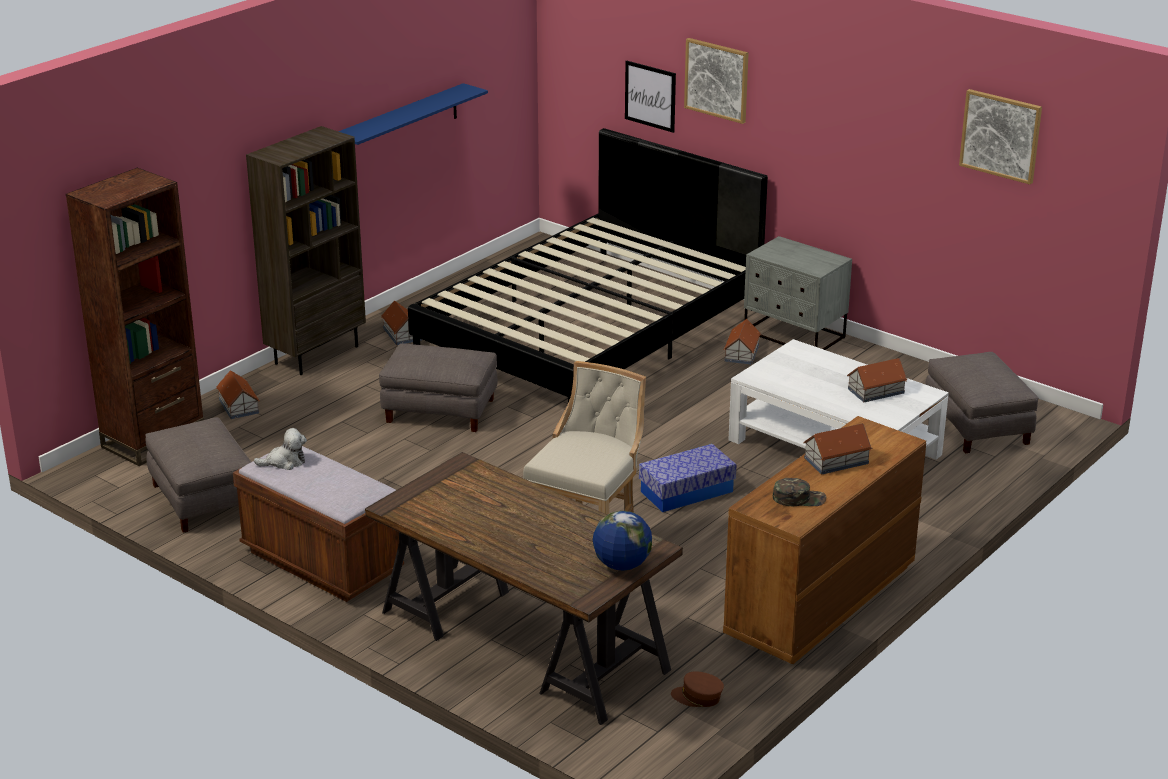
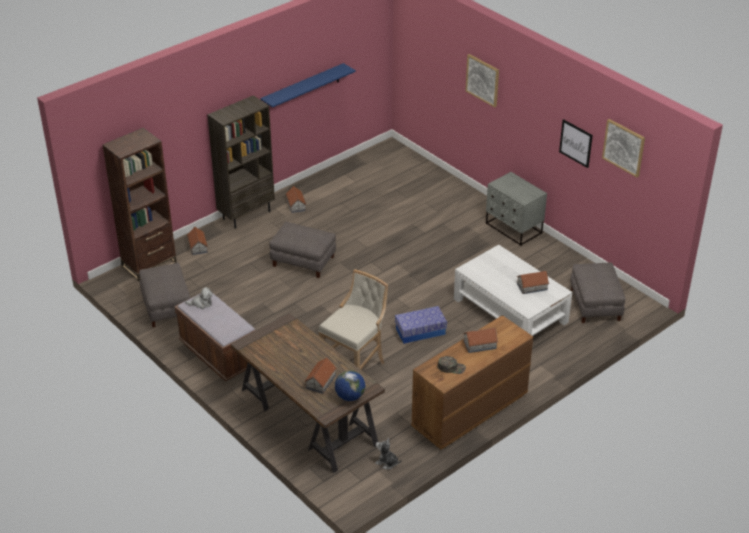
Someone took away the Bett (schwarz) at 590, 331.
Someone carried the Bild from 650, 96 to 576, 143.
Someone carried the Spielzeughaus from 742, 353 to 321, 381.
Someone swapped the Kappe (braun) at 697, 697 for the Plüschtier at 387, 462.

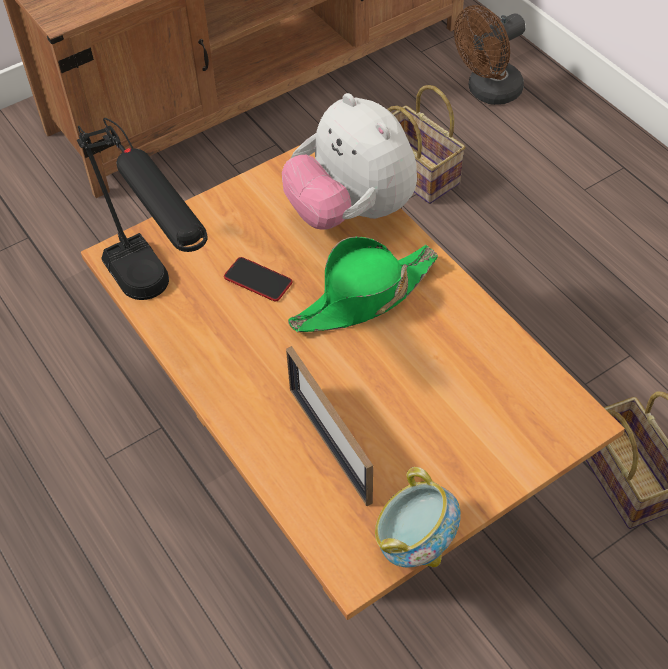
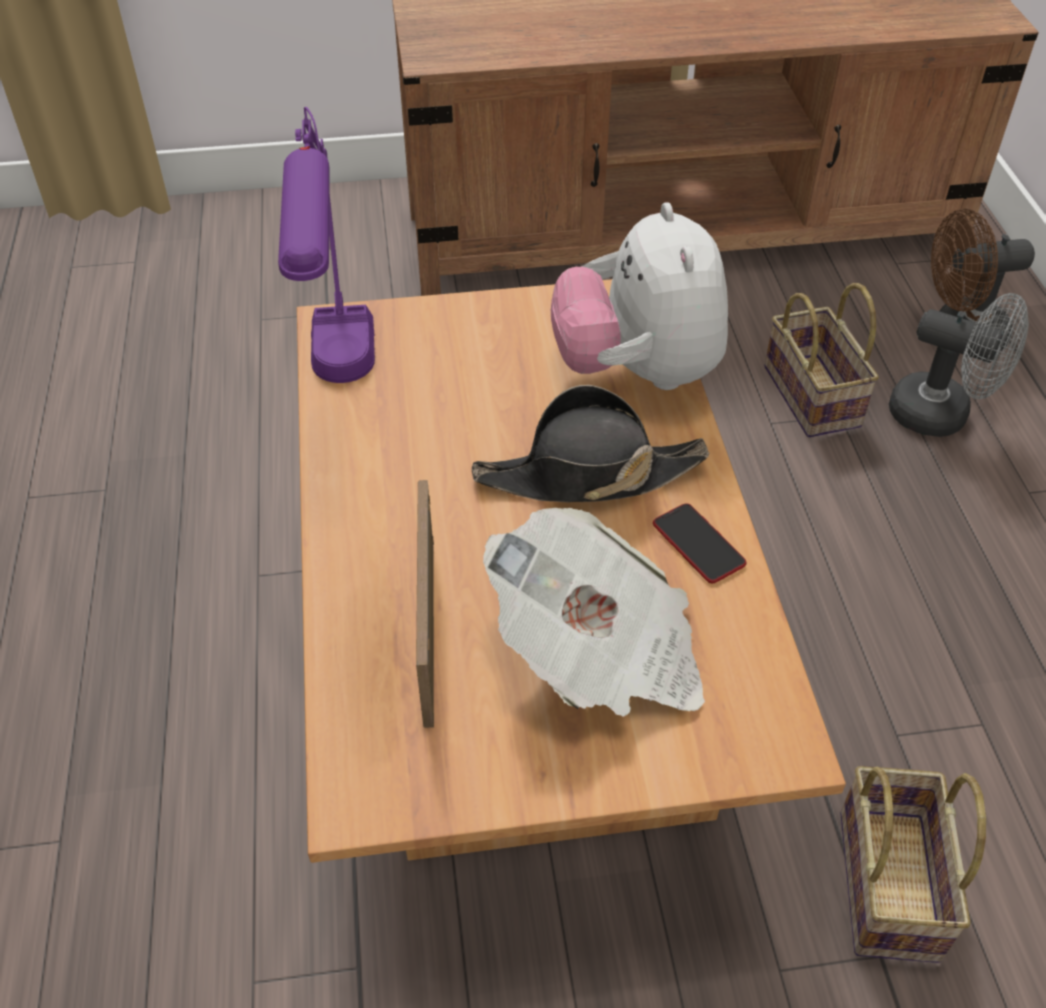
Someone took away the Schüssel at 415, 542.
Someone put down the Zeitung at 599, 652.
Someone put down the Ventilator (grau) at 942, 415.
Someone carried the Handy from 258, 280 to 698, 544.
Someone repainted the Tischlampe (schwarz) at 161, 305, which became the Tischlampe (lila) at 343, 394.
Someone repainted the Hut (grün) at 364, 297, which became the Hut (schwarz) at 588, 474.

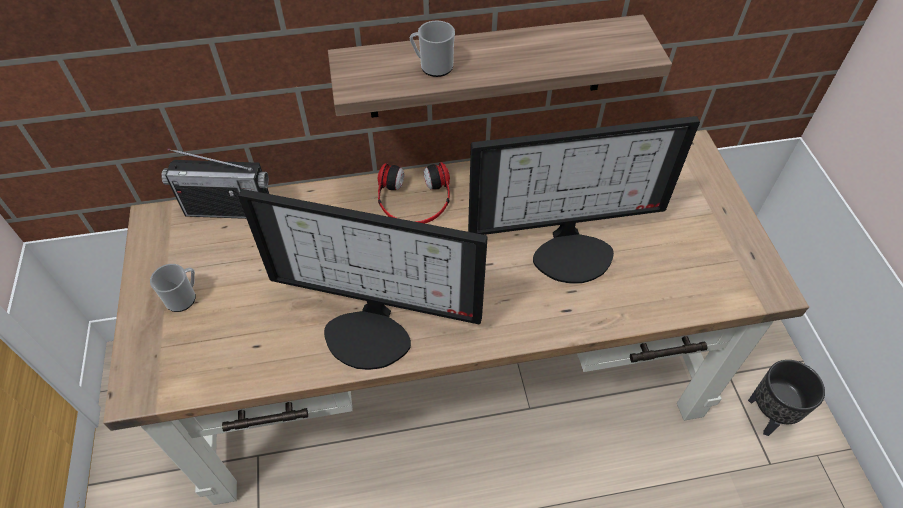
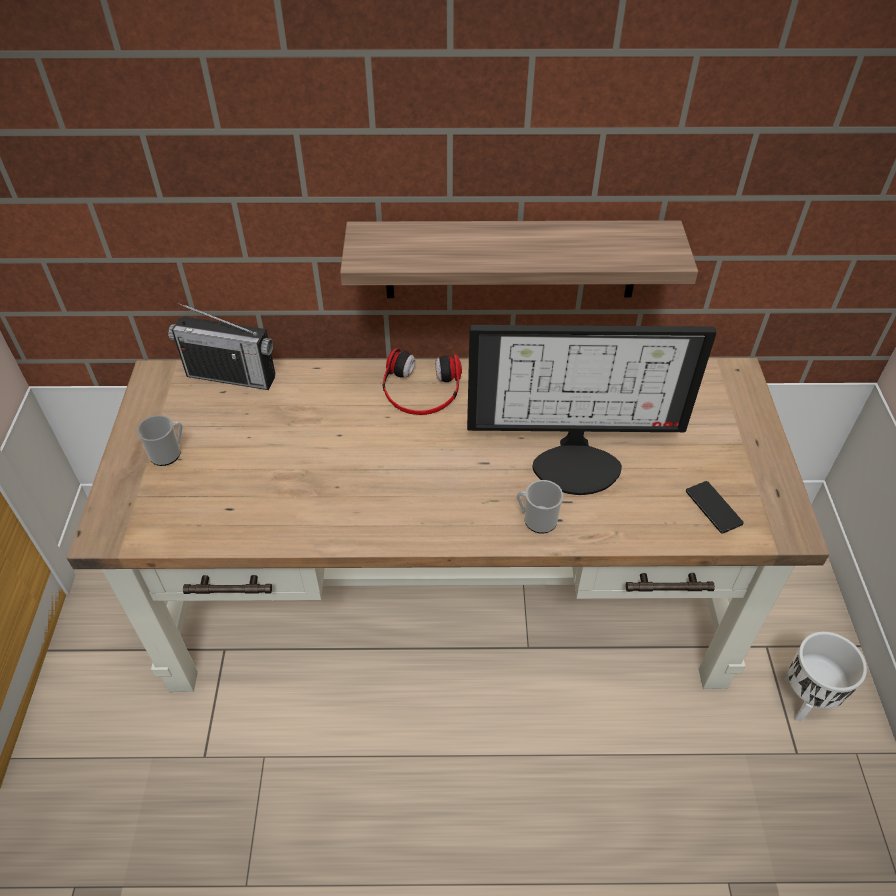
Someone took away the Monitor at 371, 331.
Someone put down the Handy at 713, 507.
Someone carried the Henkelbecher from 433, 66 to 536, 520.
Someone repainted the Pflanzkübel (schwarz) at 769, 415, which became the Pflanzkübel (weiß) at 806, 699.

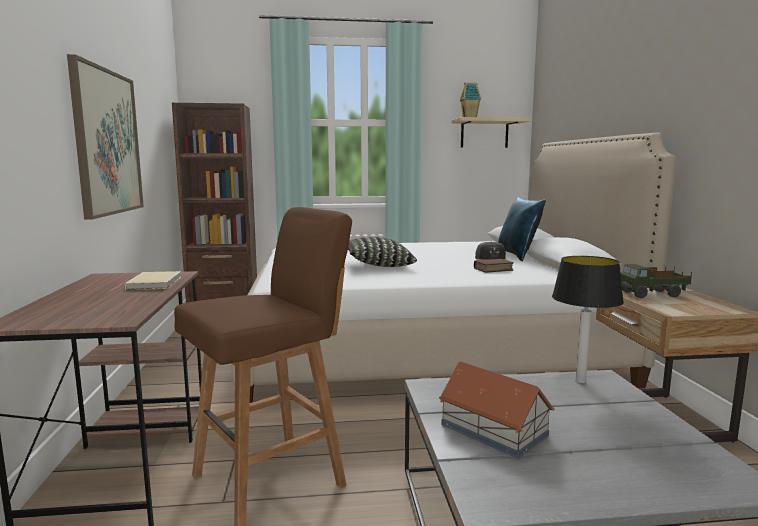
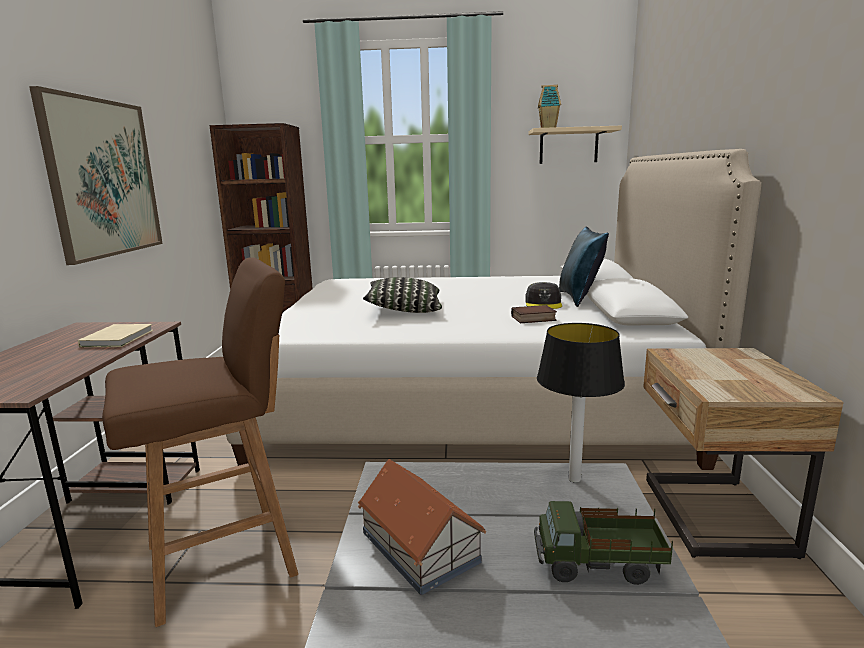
Someone carried the Spielzeuglaster from 652, 294 to 599, 566.

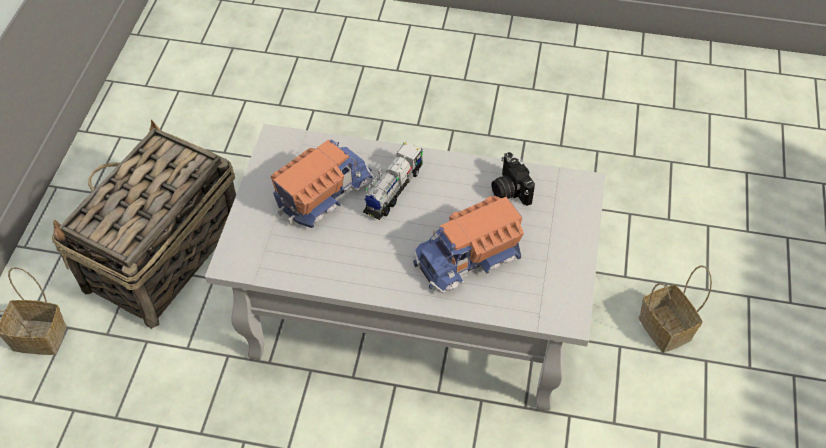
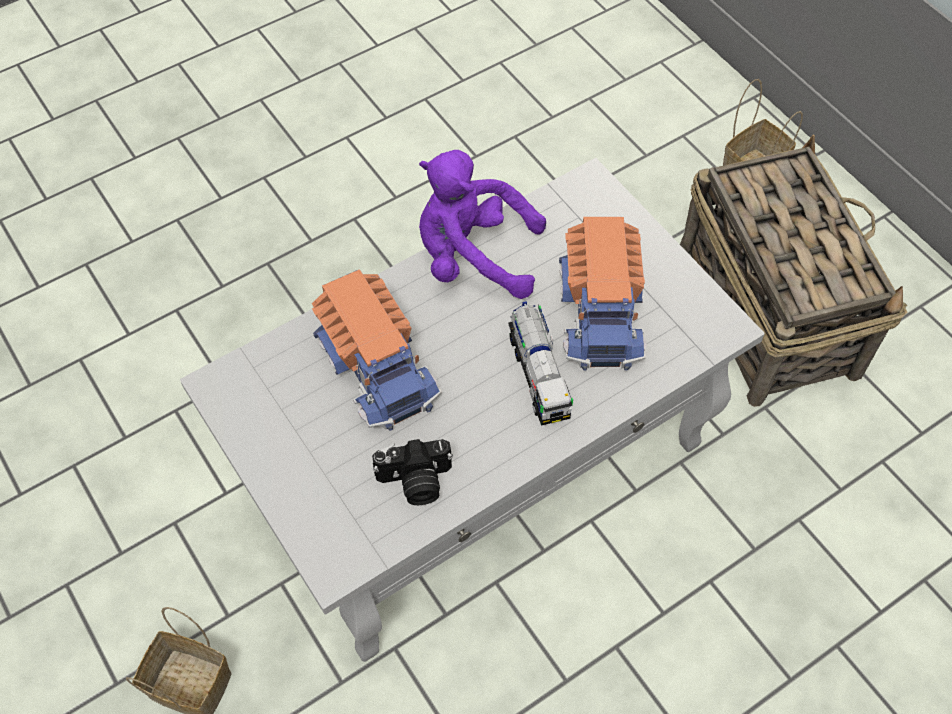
Someone put down the Plüschtier (lila) at 473, 256.
Someone rotated the Spielzeuglaster at 469, 258 by 135 degrees clockwise.
Someone rotated the Kamera at 509, 190 by 150 degrees clockwise.

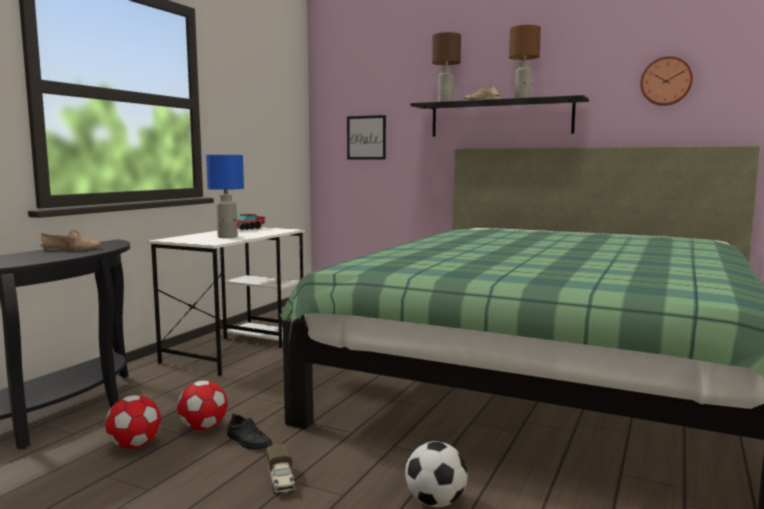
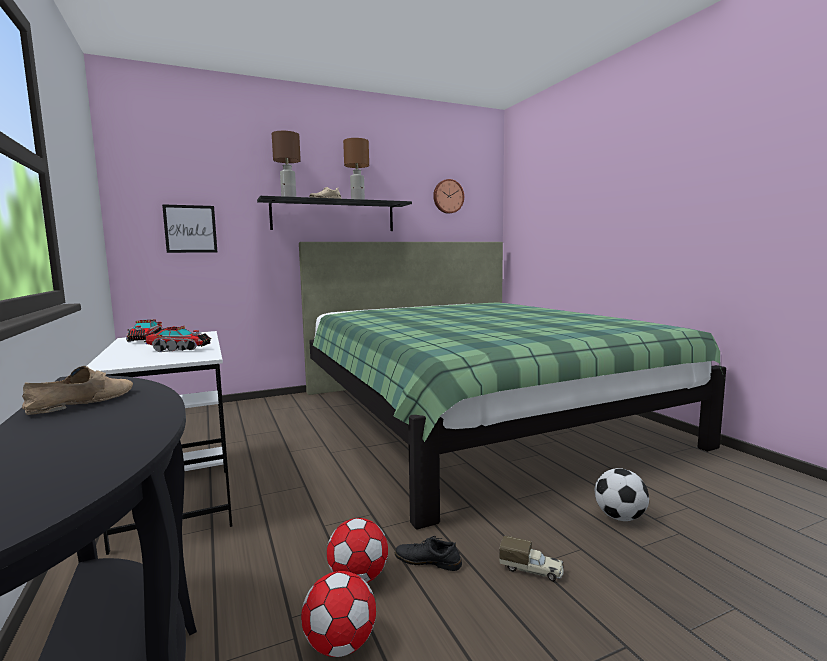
Someone swapped the Tischlampe (blau) at 227, 237 for the Spielzeuglaster at 178, 349.
Someone rotated the Schuh (schwarz) at 248, 441 by 150 degrees counterclockwise.

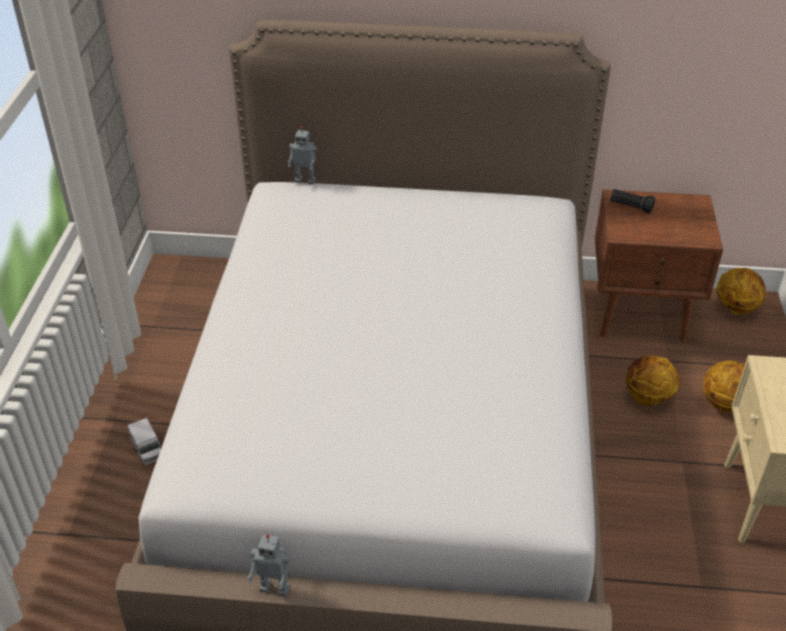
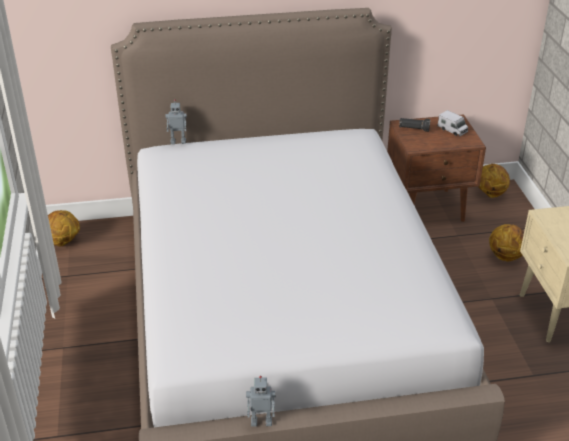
Someone carried the Spielzeuglaster from 147, 449 to 452, 130.
Someone carried the Basketball from 647, 398 to 63, 242.

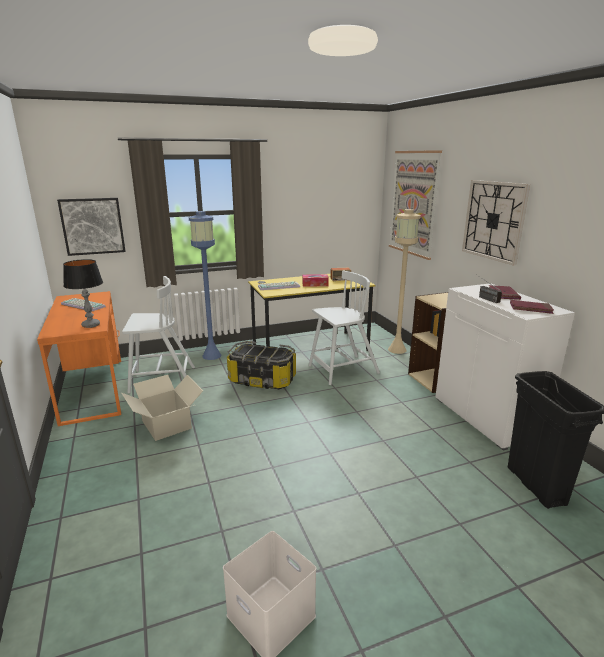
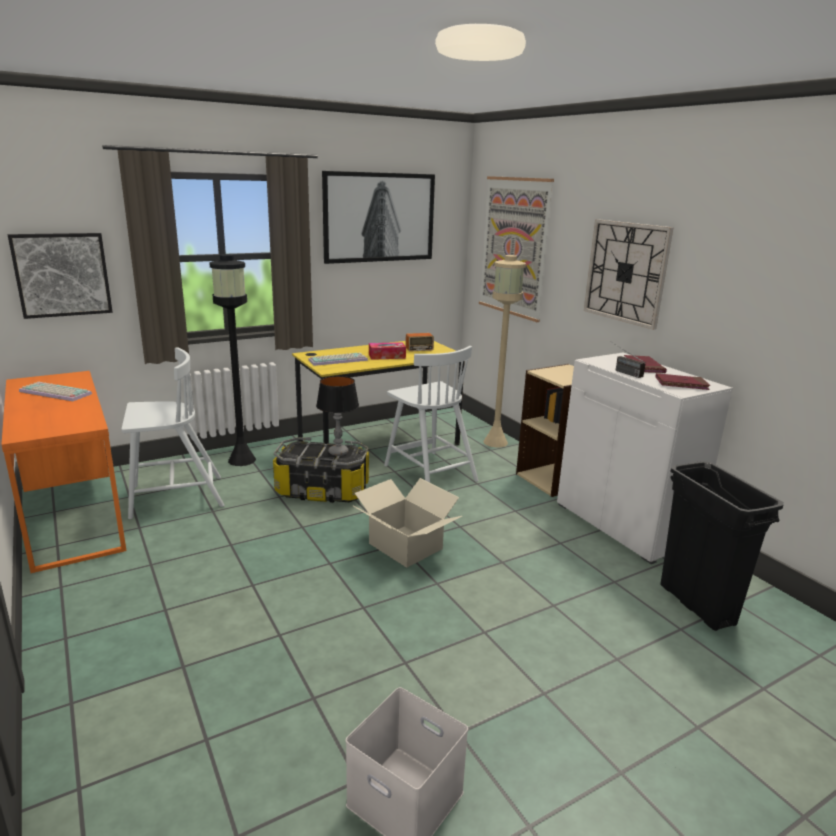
Someone put up the Bild at 379, 217.
Someone carried the Tischlampe from 90, 325 to 338, 452.
Someone carried the Karton from 166, 425 to 405, 546.
Someone repainted the Stehlampe (blau) at 212, 355, which became the Stehlampe (schwarz) at 242, 460.
Someone rotated the Stuhl (weiß) at 342, 370 by 90 degrees clockwise.

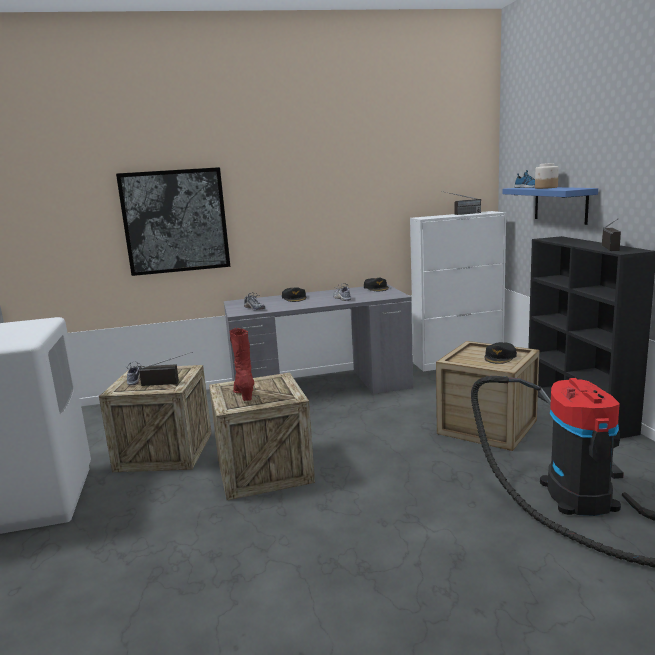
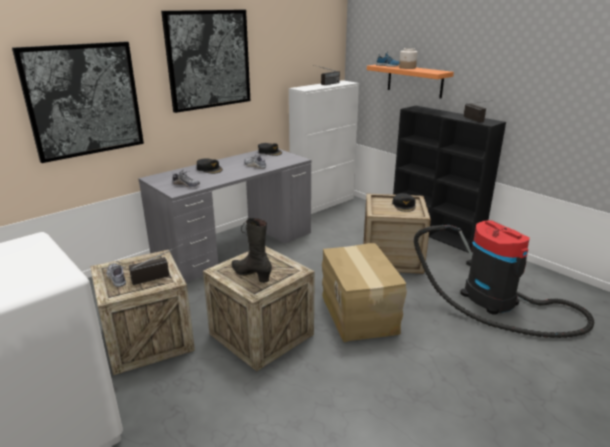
Someone put up the Bild at 208, 60.
Someone put down the Karton at 360, 313.
Someone repainted the Stiefel (rot) at 244, 394, which became the Stiefel (schwarz) at 251, 275.
Someone repainted the Wandregal (blau) at 560, 204, which became the Wandregal (orange) at 414, 80.

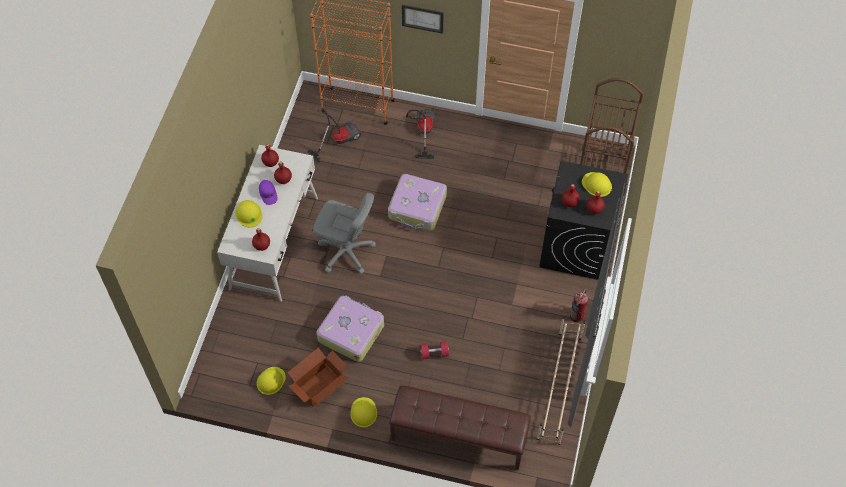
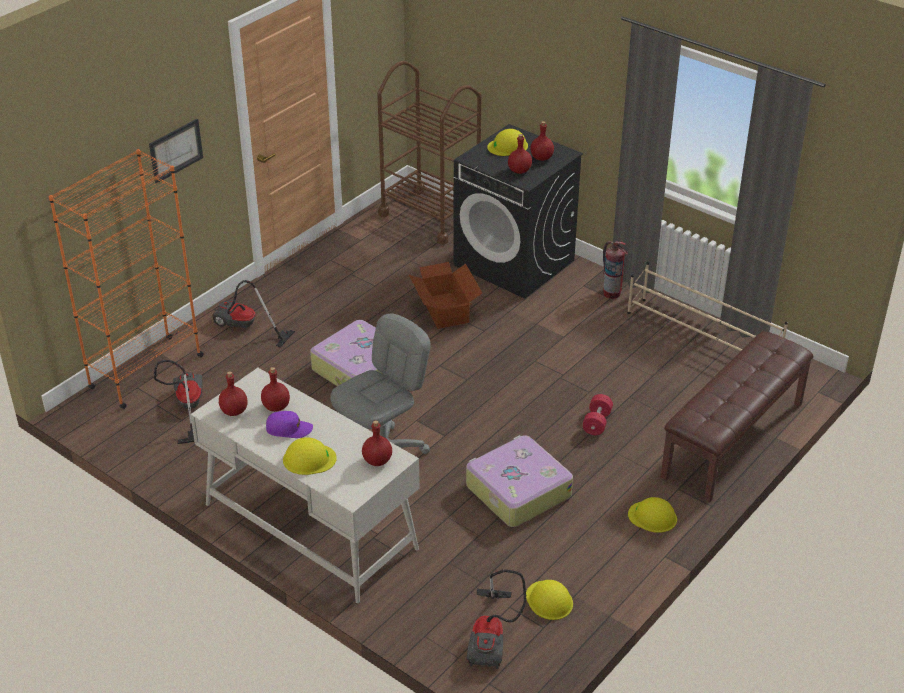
Someone put down the Staubsauger at 492, 638.
Someone carried the Karton from 319, 386 to 444, 311.

